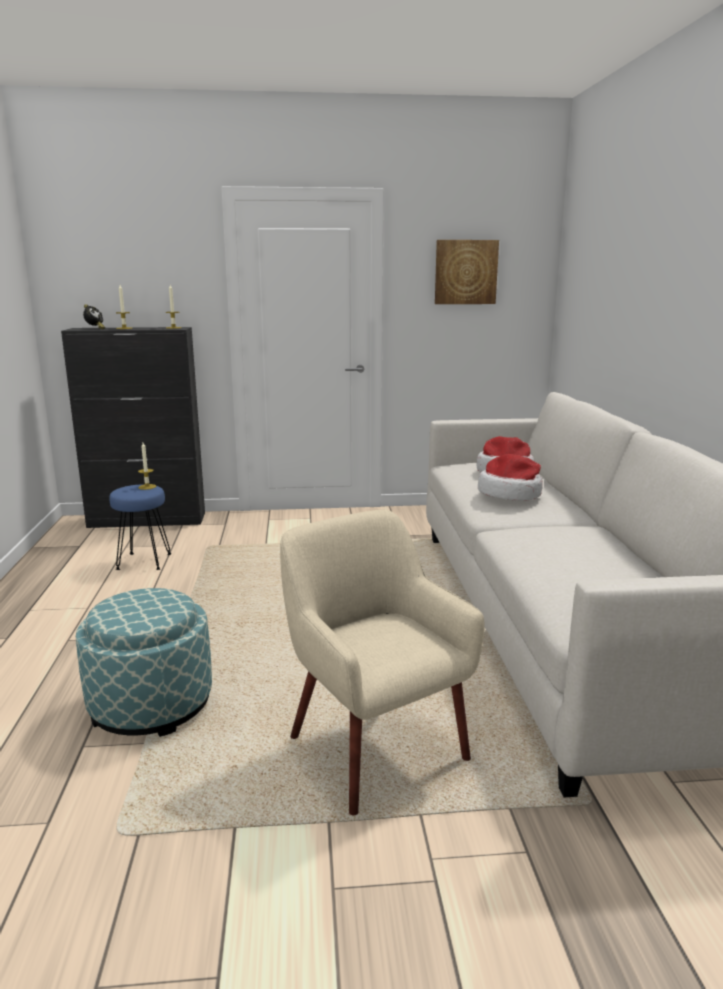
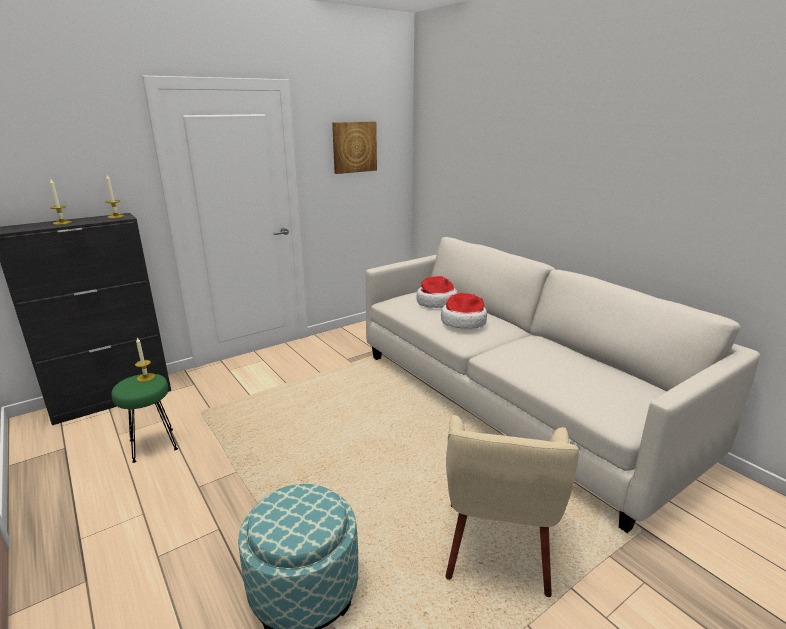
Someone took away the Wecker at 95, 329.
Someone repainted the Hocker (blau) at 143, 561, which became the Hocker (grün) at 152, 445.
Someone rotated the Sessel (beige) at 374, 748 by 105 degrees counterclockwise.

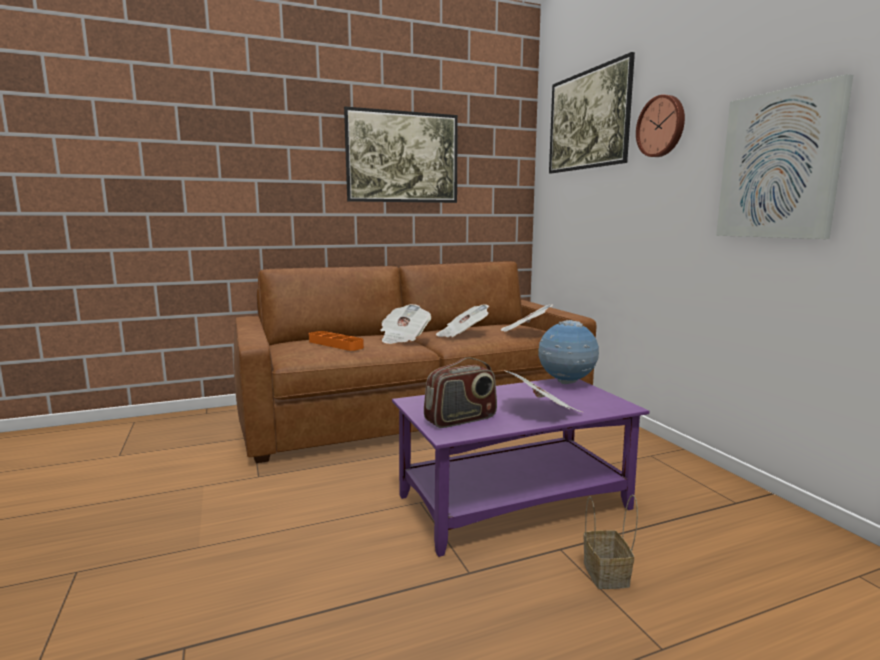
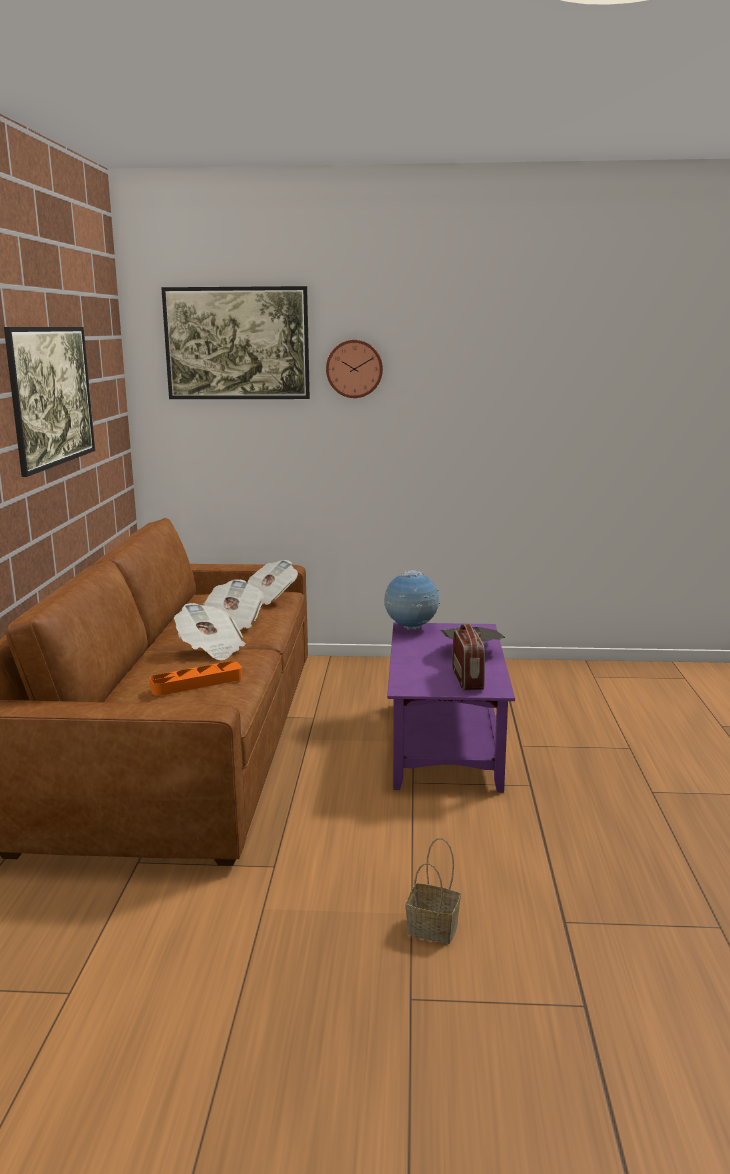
Someone took away the Bild at 779, 165.
Someone carried the Korb from 607, 575 to 434, 928.

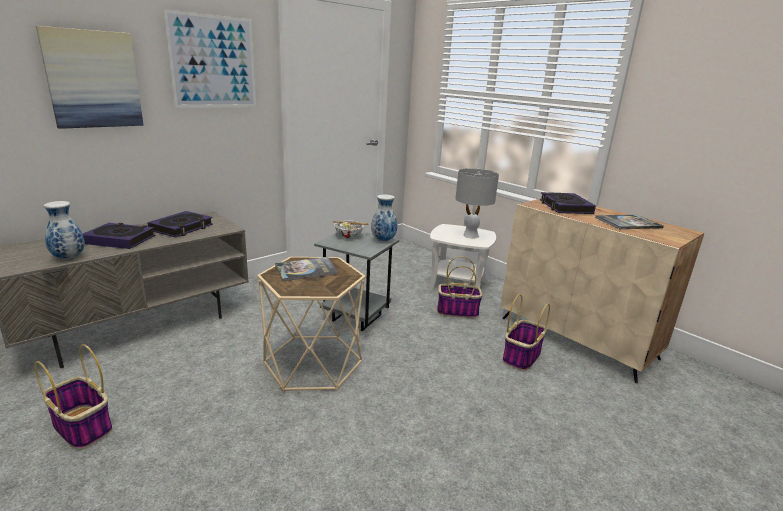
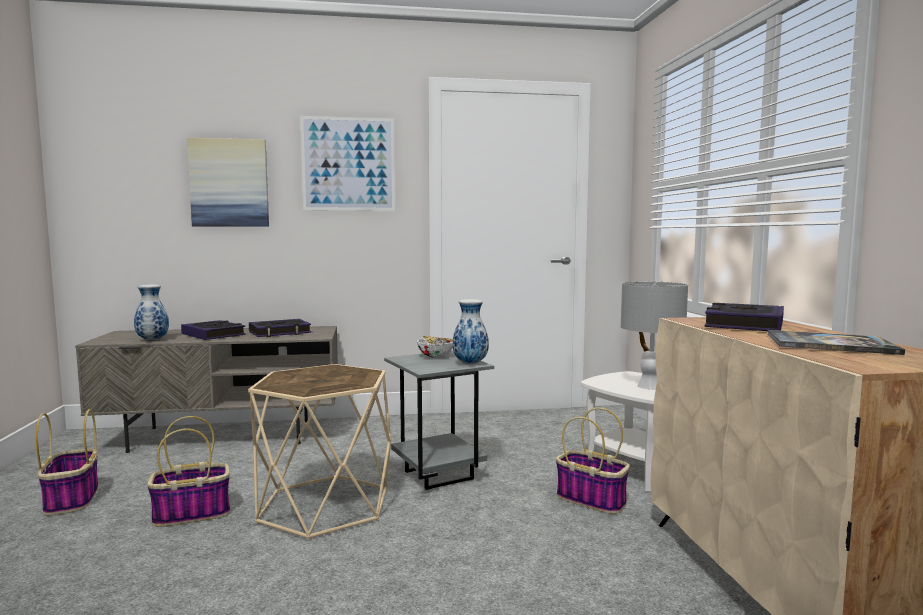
Someone took away the Buch at 306, 270.
Someone carried the Korb from 521, 356 to 193, 513.

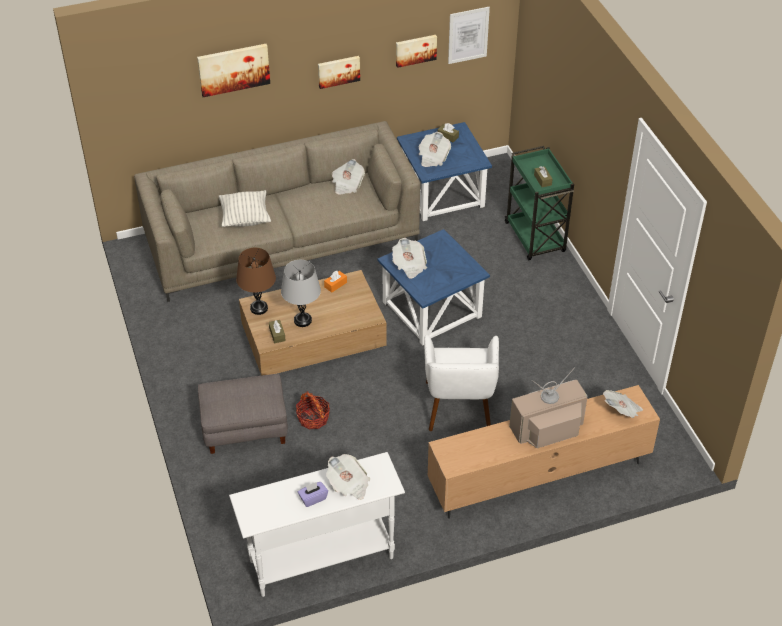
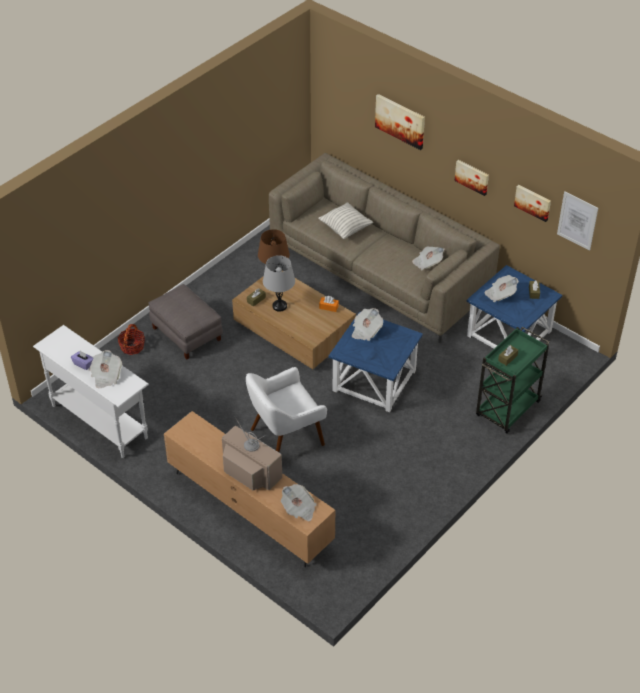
Someone carried the Korb from 313, 418 to 132, 346.

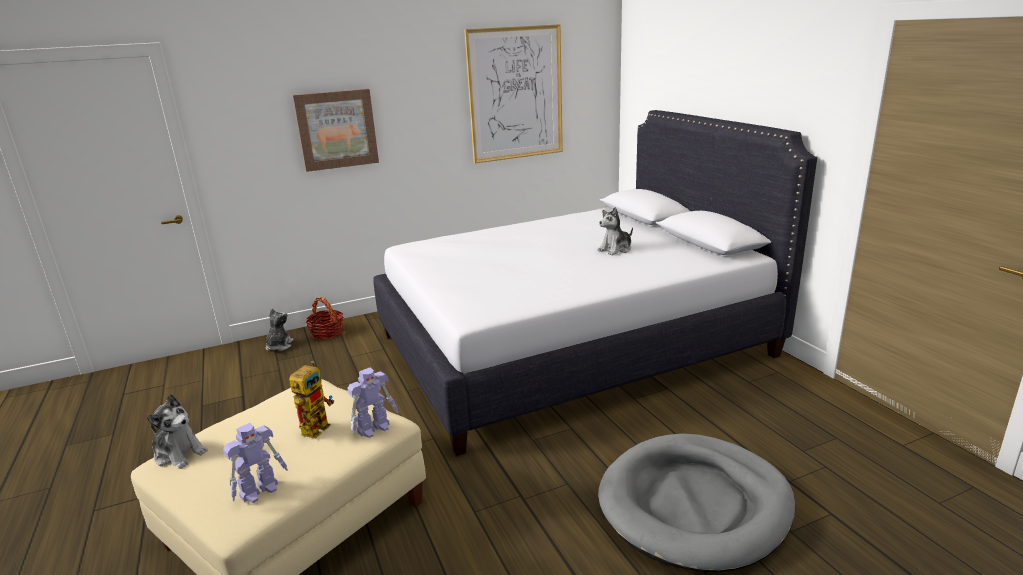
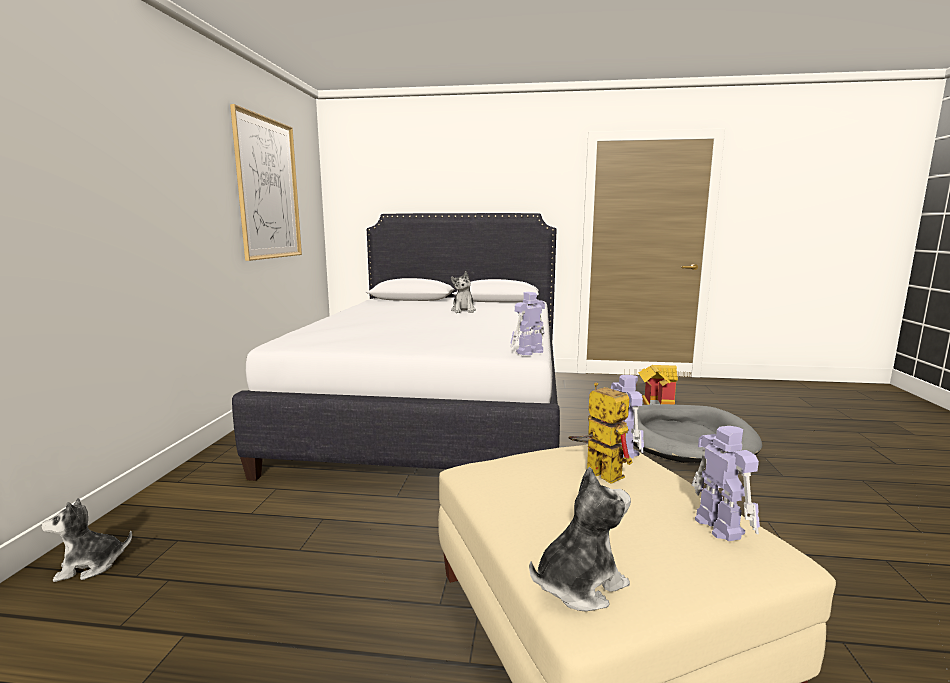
Someone took away the Bild at 337, 129.
Someone took away the Korb at 327, 333.
Someone put down the Spielzeugroboter at 529, 352.
Someone put down the Spielzeughaus at 655, 403.
Someone rotated the Plüschtier at 279, 346 by 60 degrees counterclockwise.

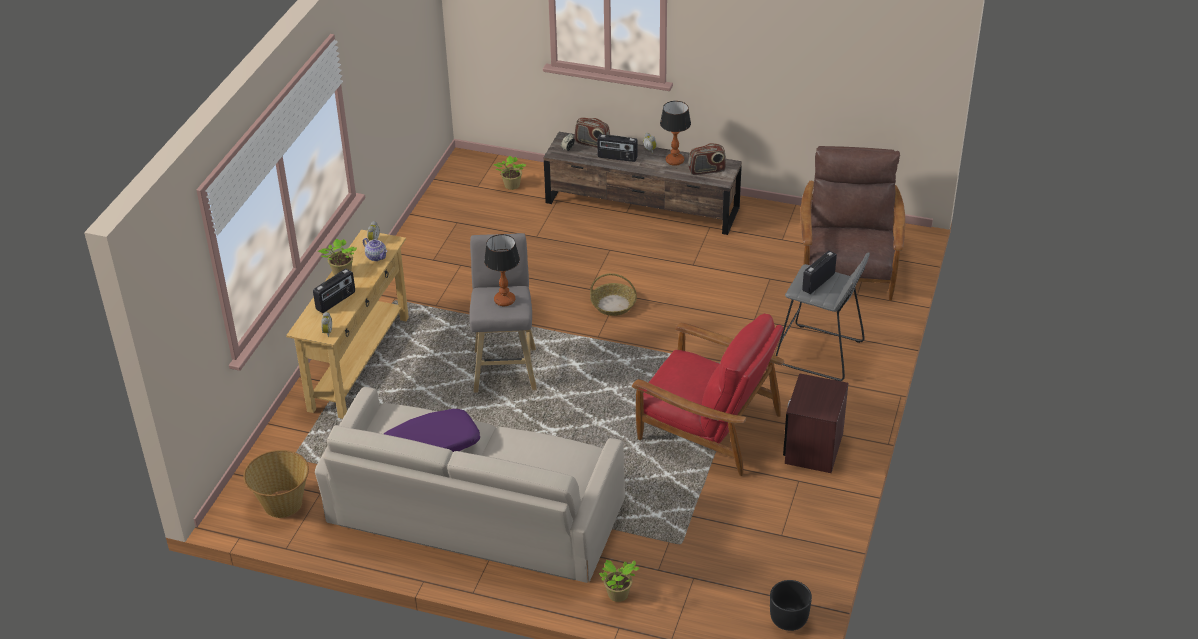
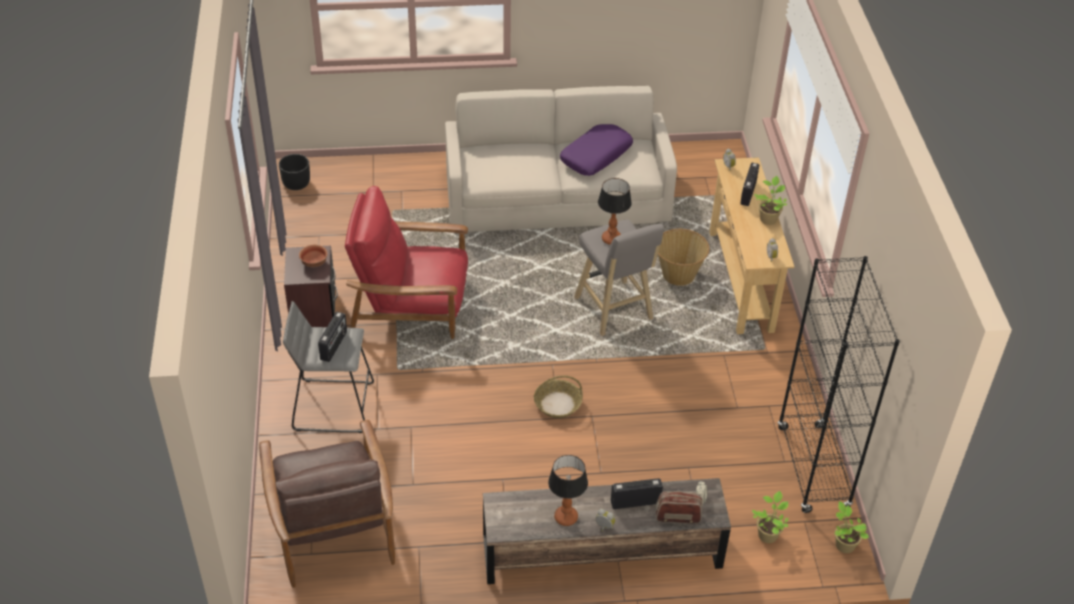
Someone took away the Teekanne at 376, 257.
Someone took away the Radio at 707, 170.
Someone put down the Schüssel at 314, 263.
Someone put down the Bücherregal (schwarz) at 812, 468.
Someone carried the Korb from 282, 504 to 678, 274.
Someone carried the Topfpflanze from 618, 595 to 843, 544.

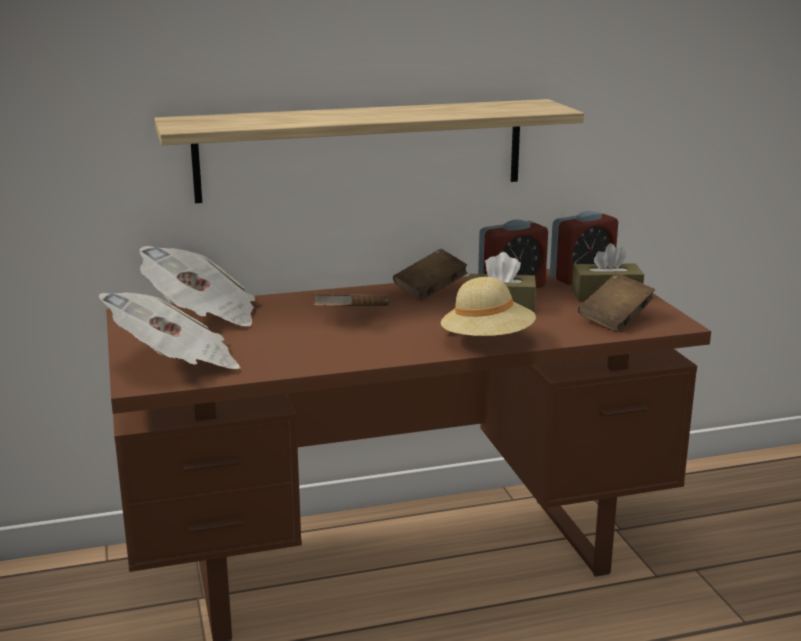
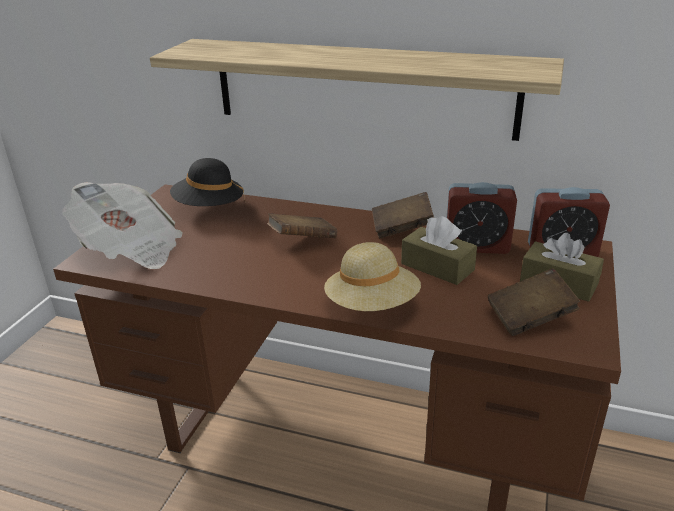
Someone swapped the Zeitung at 203, 315 for the Hut (schwarz) at 209, 207.

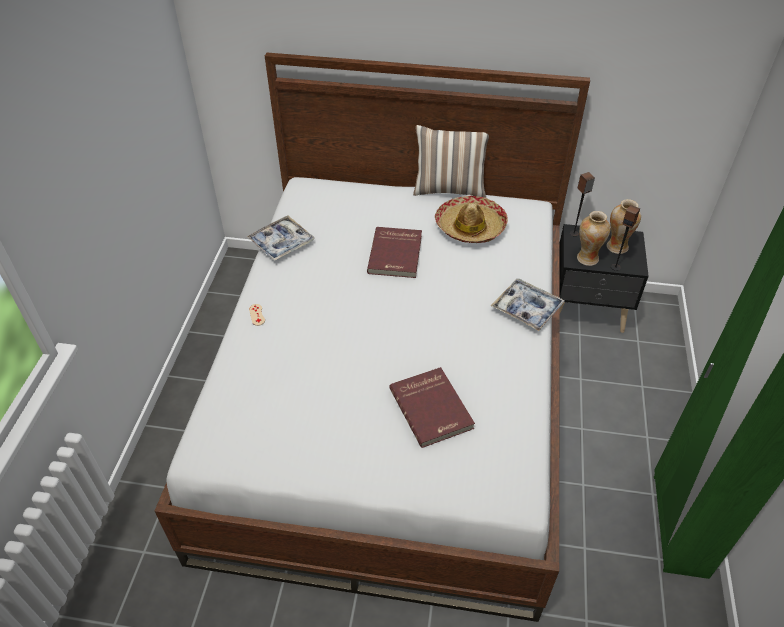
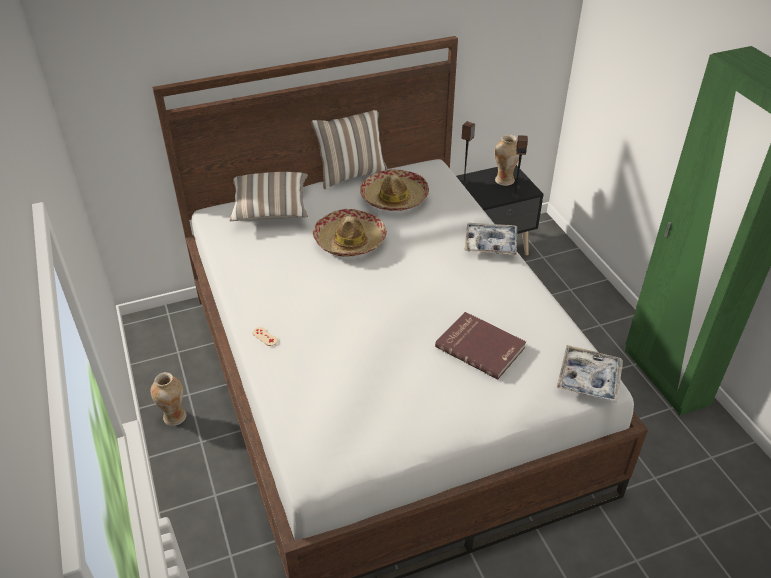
Someone put down the Kissen at 271, 210.
Someone carried the Tablett from 281, 243 to 589, 379.
Someone carried the Vase from 587, 258 to 174, 417.
Someone swapped the Buch (rot) at 396, 254 for the Hut at 350, 241.

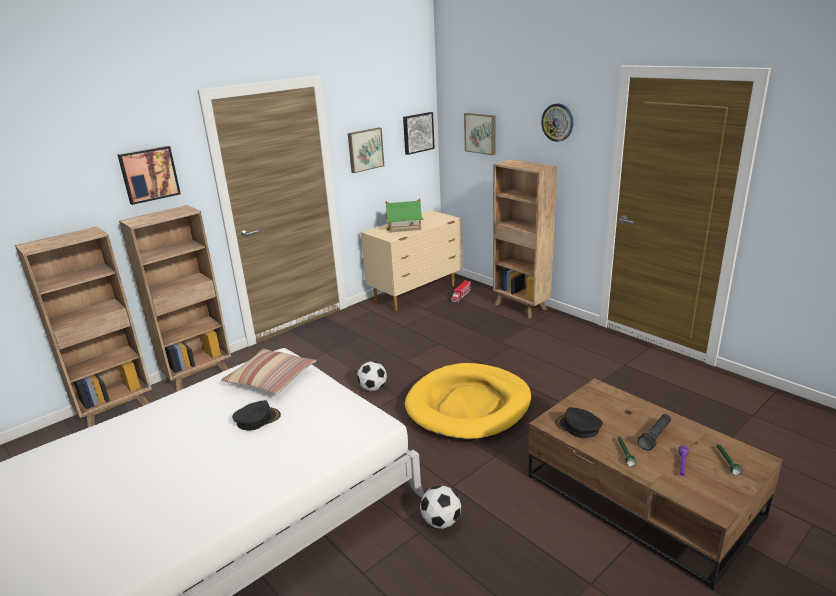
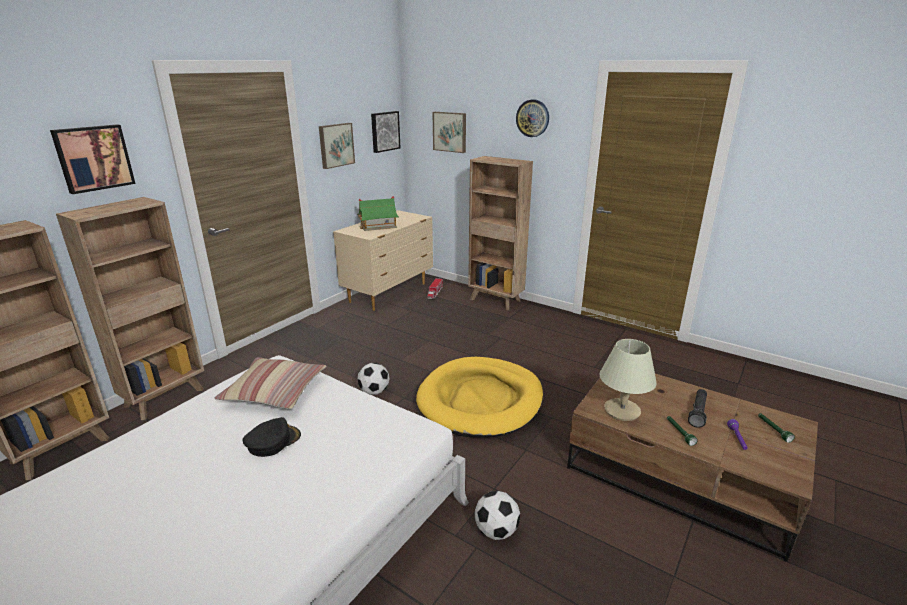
Someone swapped the Kappe (schwarz) at 578, 427 for the Tischlampe (beige) at 622, 411.

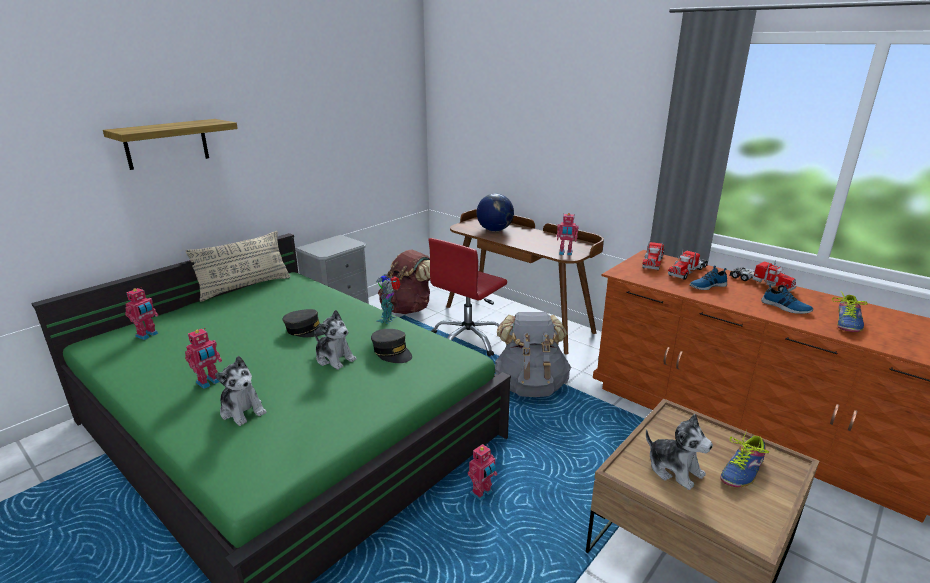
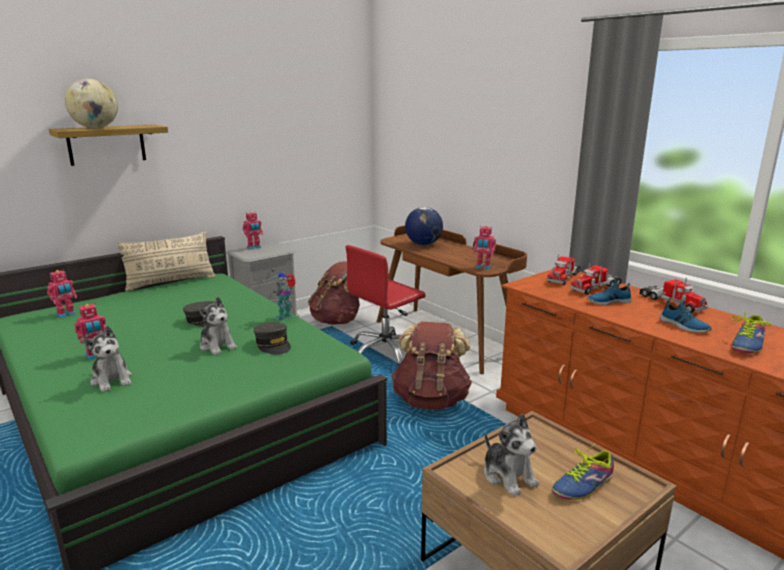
Someone put down the Globus at 96, 128.
Someone carried the Spielzeugroboter from 482, 494 to 254, 248.
Someone repainted the Rucksack (grau) at 530, 386, which became the Rucksack (braun) at 431, 400.

